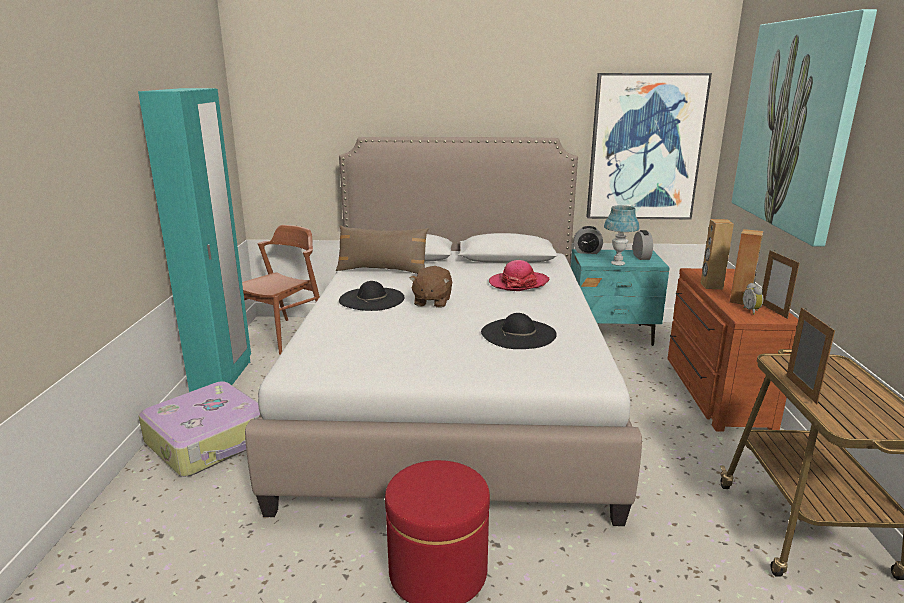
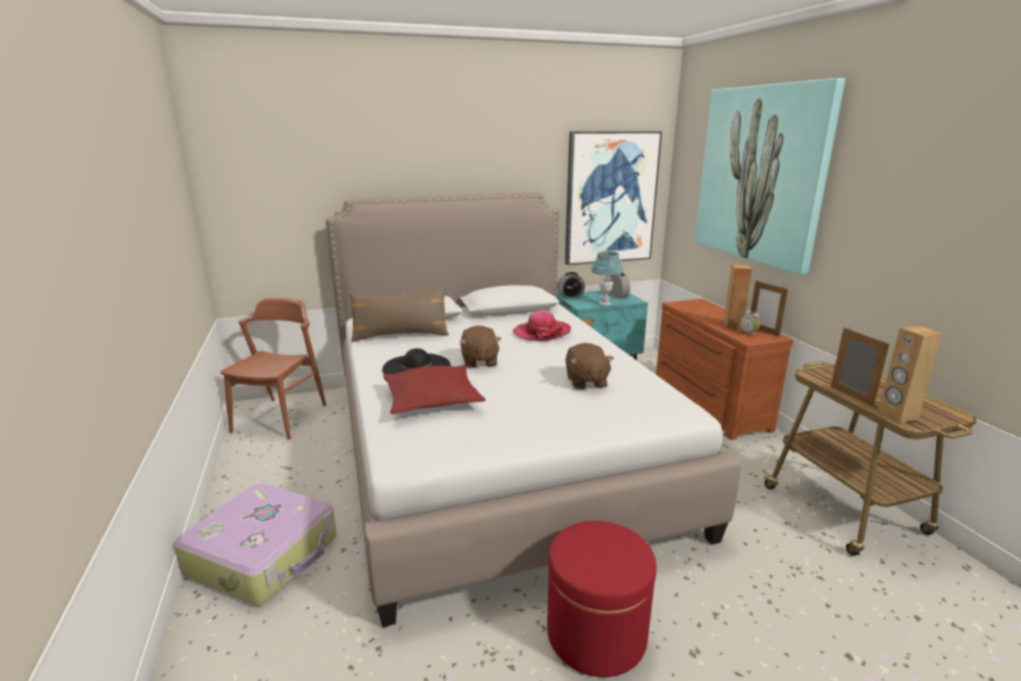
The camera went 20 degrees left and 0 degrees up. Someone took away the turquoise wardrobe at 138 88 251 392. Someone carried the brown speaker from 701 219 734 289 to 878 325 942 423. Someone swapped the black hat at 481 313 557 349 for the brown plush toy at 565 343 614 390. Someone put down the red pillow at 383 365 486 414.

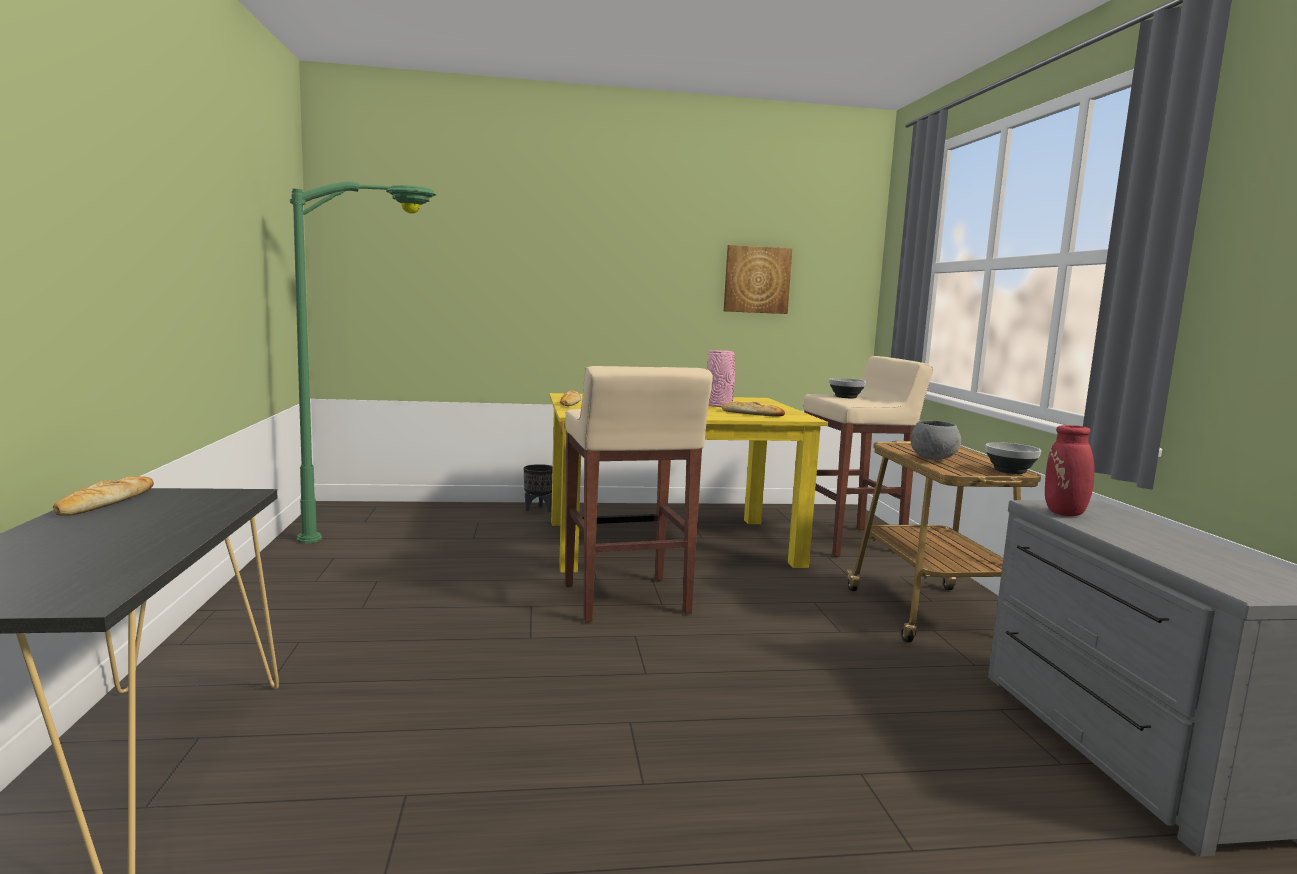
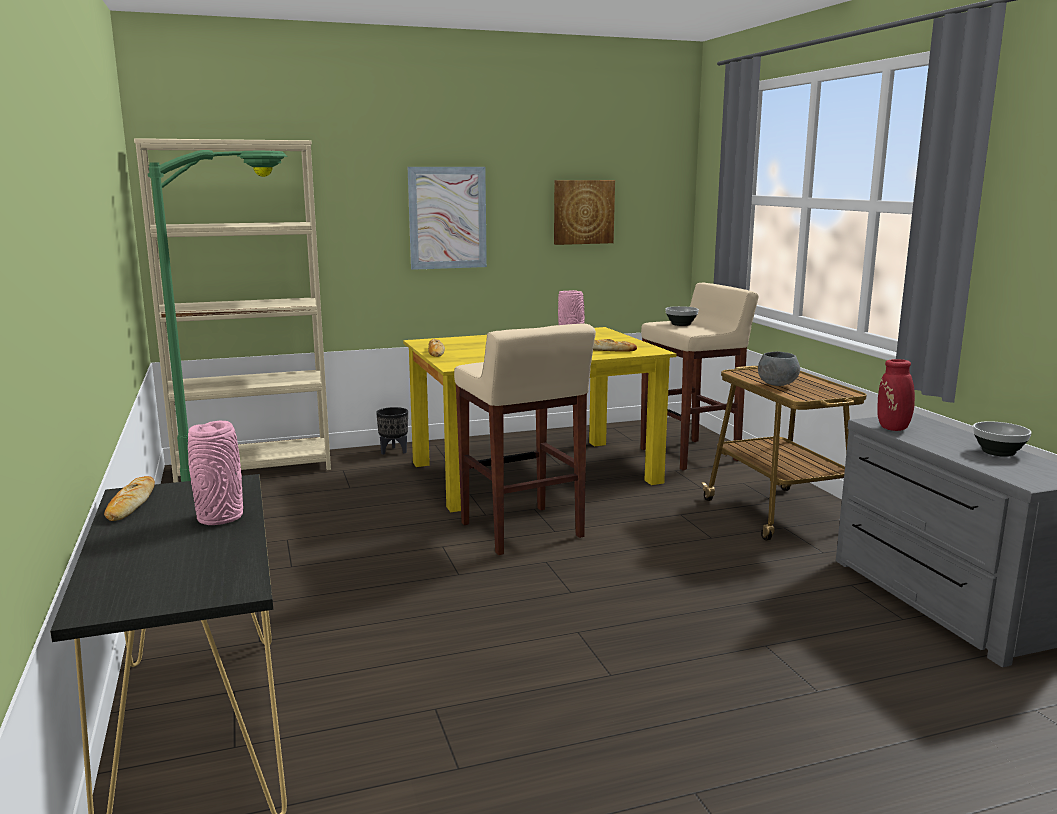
The camera went 10 degrees left and 5 degrees up. Someone carried the bowl from 986 442 1041 474 to 973 421 1032 457. Someone put down the beige bookcase at 134 138 331 483. Someone put up the picture at 408 167 487 270. Someone put down the pink vase at 188 421 243 525.

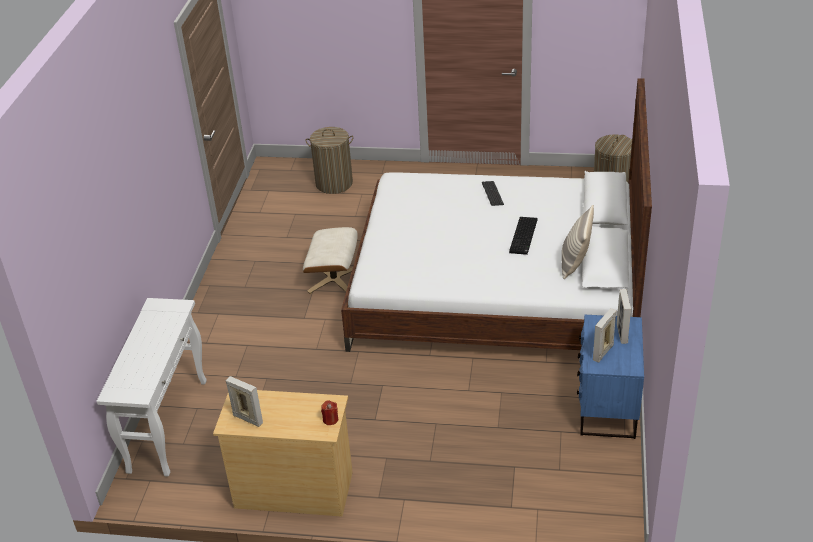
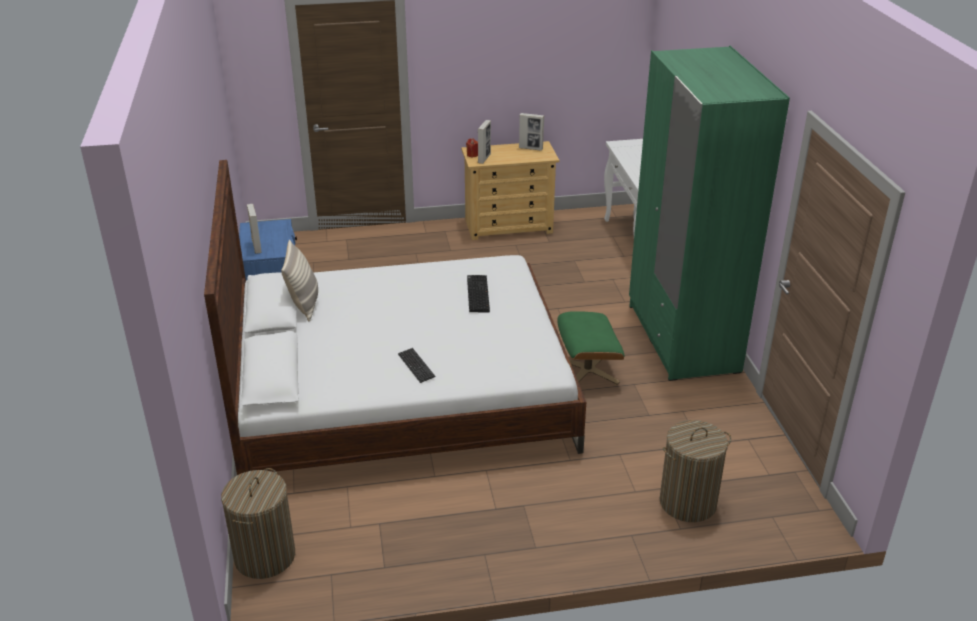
The camera went 160 degrees right and 5 degrees down. Someone carried the keyboard from 509 217 537 255 to 467 275 490 312. Someone repainted the beige ottoman at 303 227 358 294, which became the green ottoman at 557 311 625 385. Someone carried the picture frame from 593 308 617 363 to 478 120 491 164. Someone put down the green wardrobe at 629 46 790 381.

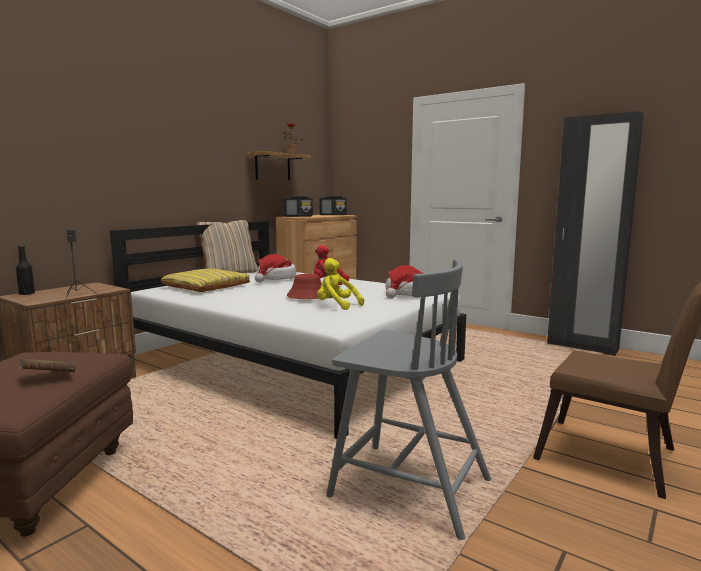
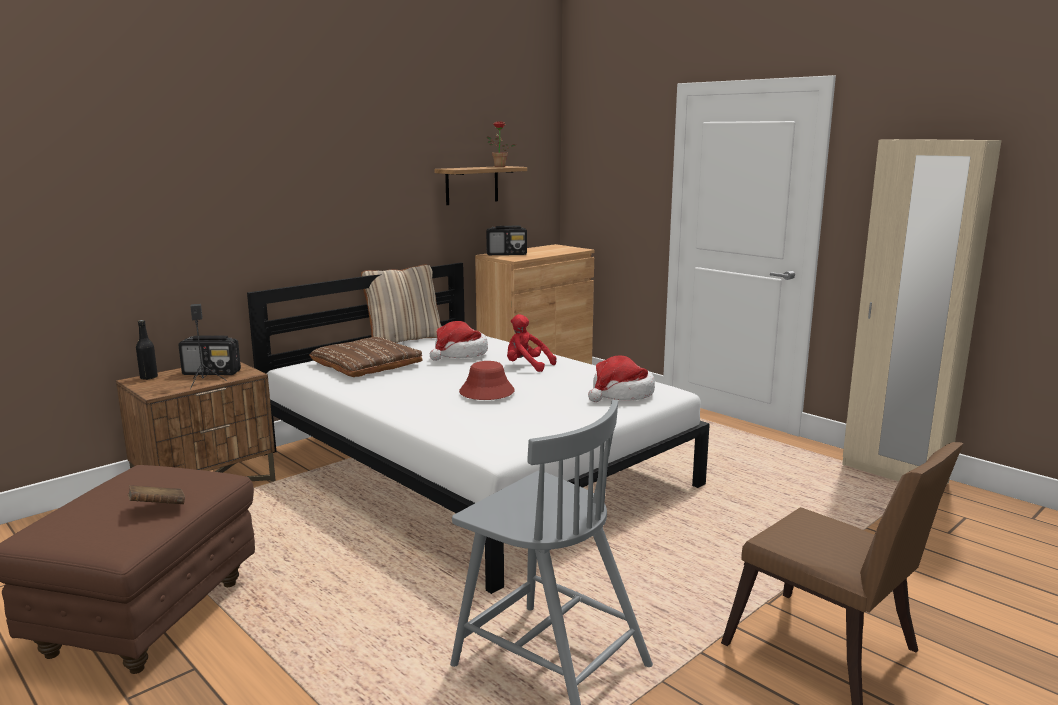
The camera went 10 degrees right and 5 degrees up. Someone repainted the black wardrobe at 547 111 644 356, which became the beige wardrobe at 842 139 1001 484. Someone carried the radio from 319 196 347 215 to 178 335 241 375. Someone took away the yellow plush toy at 317 258 364 310. Someone repainted the yellow pillow at 160 269 250 292, which became the brown pillow at 310 337 423 377.

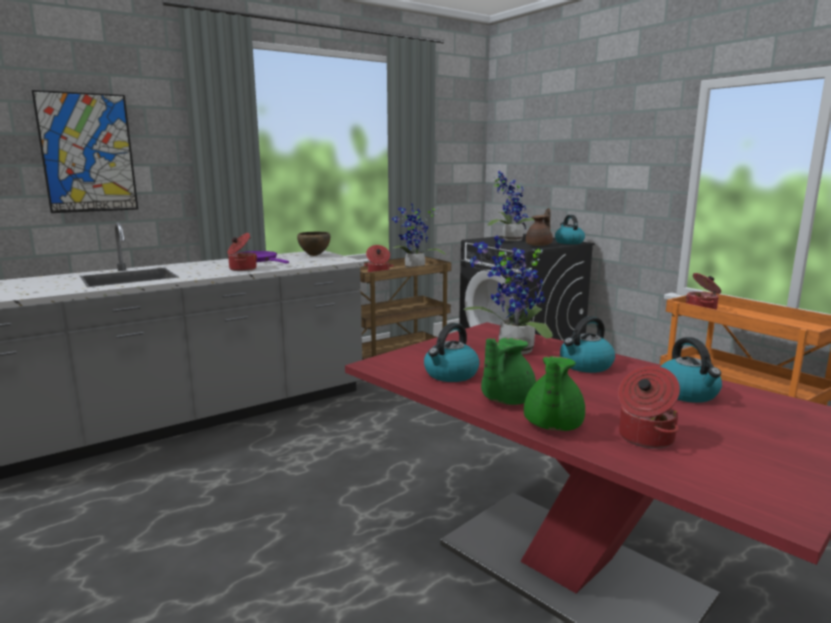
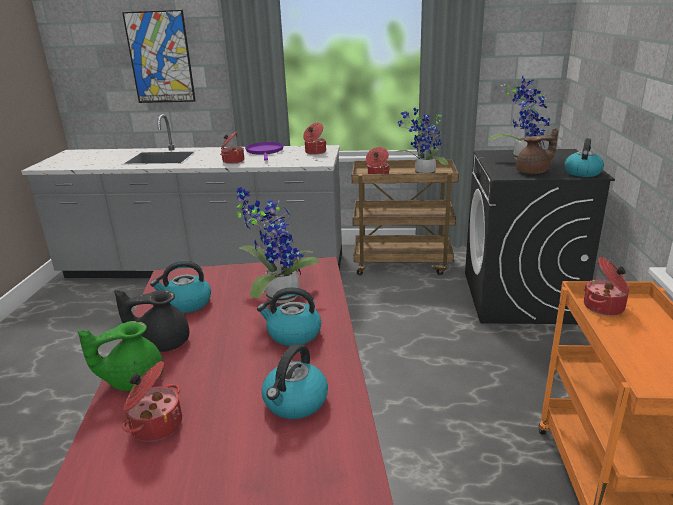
The camera went 40 degrees right and 10 degrees up. Someone swapped the brown bowl at 297 232 330 256 for the cooking pot at 303 123 326 155. Someone repainted the green teapot at 481 338 536 405, which became the black teapot at 114 290 189 352.

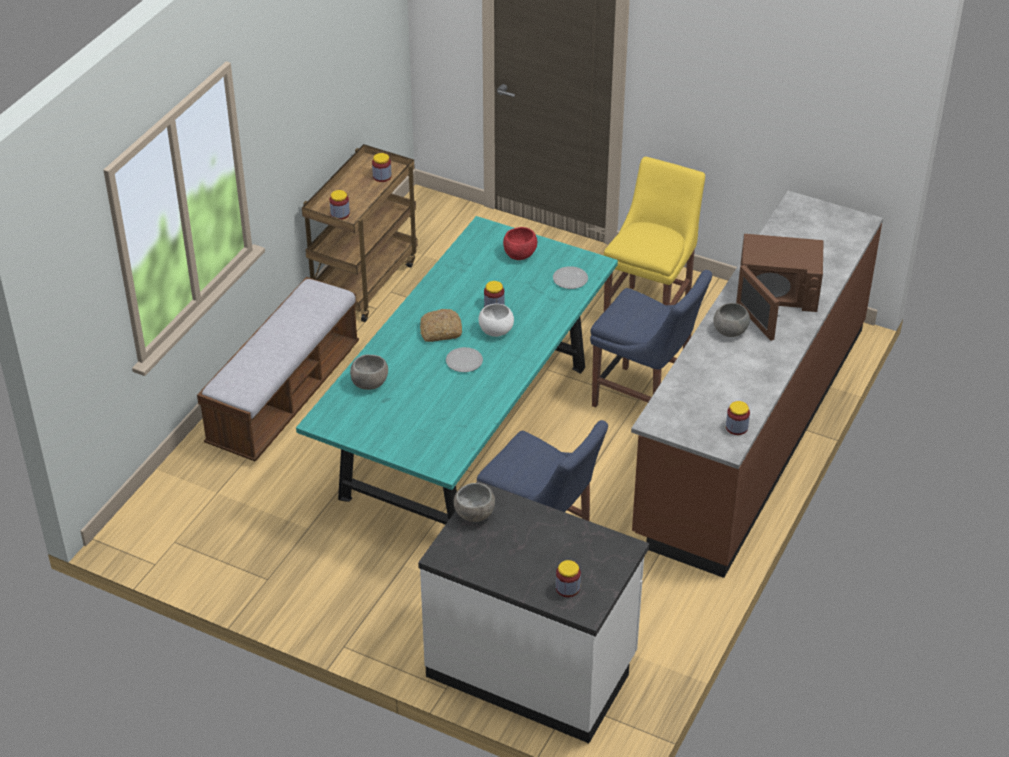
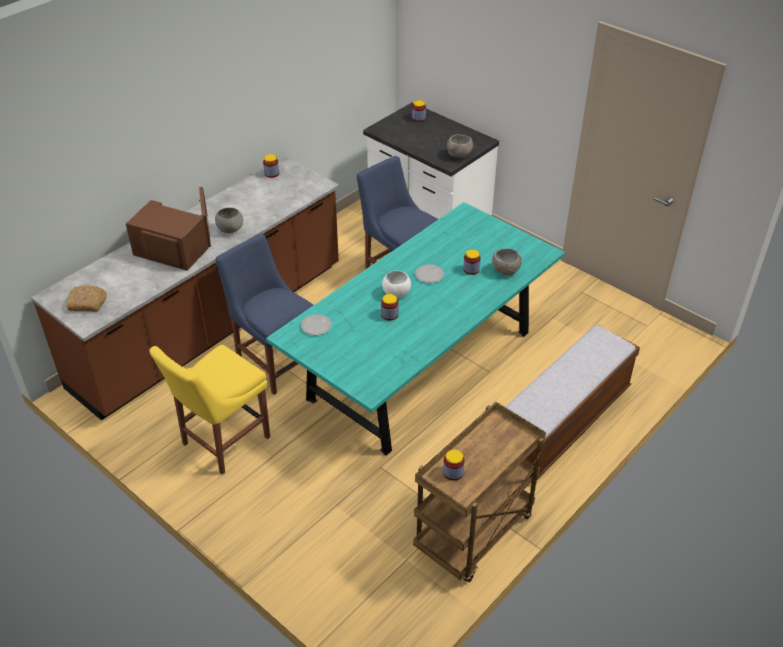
The camera went 165 degrees left and 0 degrees up. Someone carried the jar from 329 190 350 220 to 463 249 481 275. Someone took away the red bowl at 503 227 537 260. Someone carried the bread from 420 309 462 342 to 67 285 107 312.

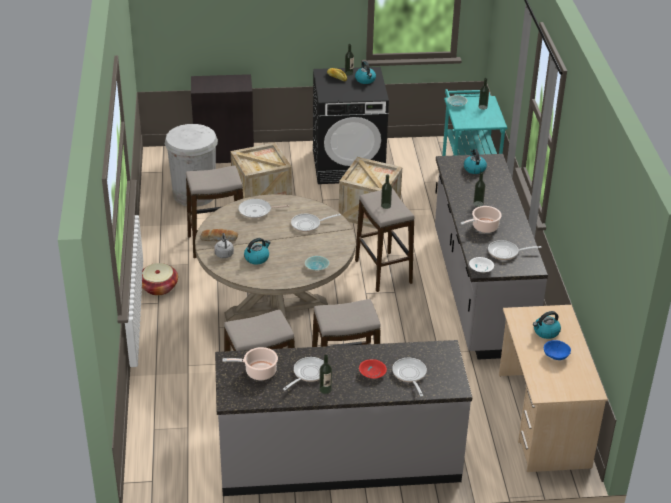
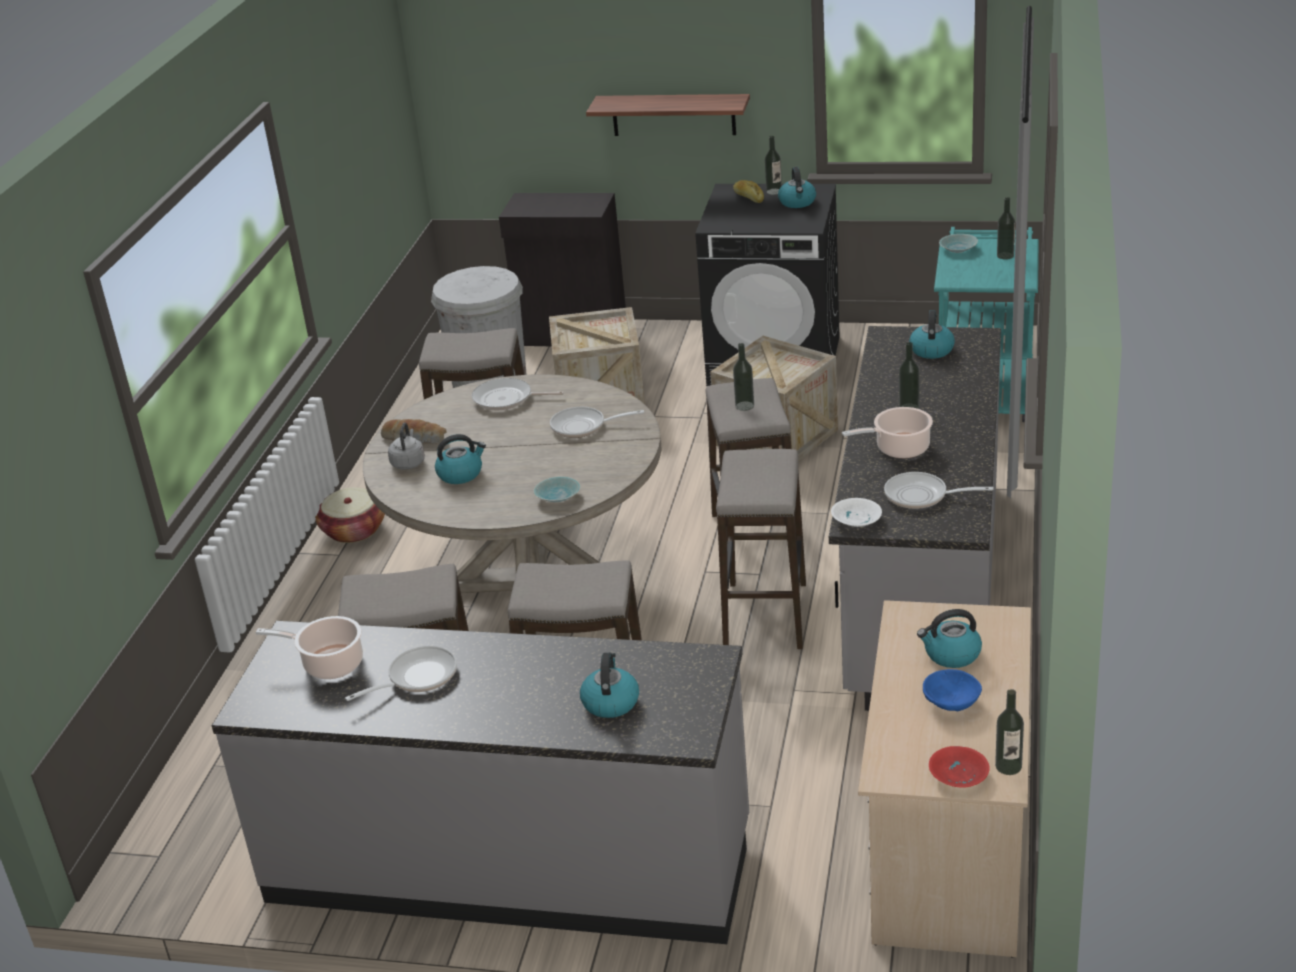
The camera went 20 degrees right and 5 degrees down. Someone carried the bottle from 319 355 332 394 to 995 689 1024 775. Someone swapped the frying pan at 392 358 427 397 for the kettle at 580 653 639 718. Someone carried the red bowl from 359 359 387 379 to 929 746 990 788. Someone put up the shelf at 586 94 750 136. Someone put down the stool at 716 449 806 649.

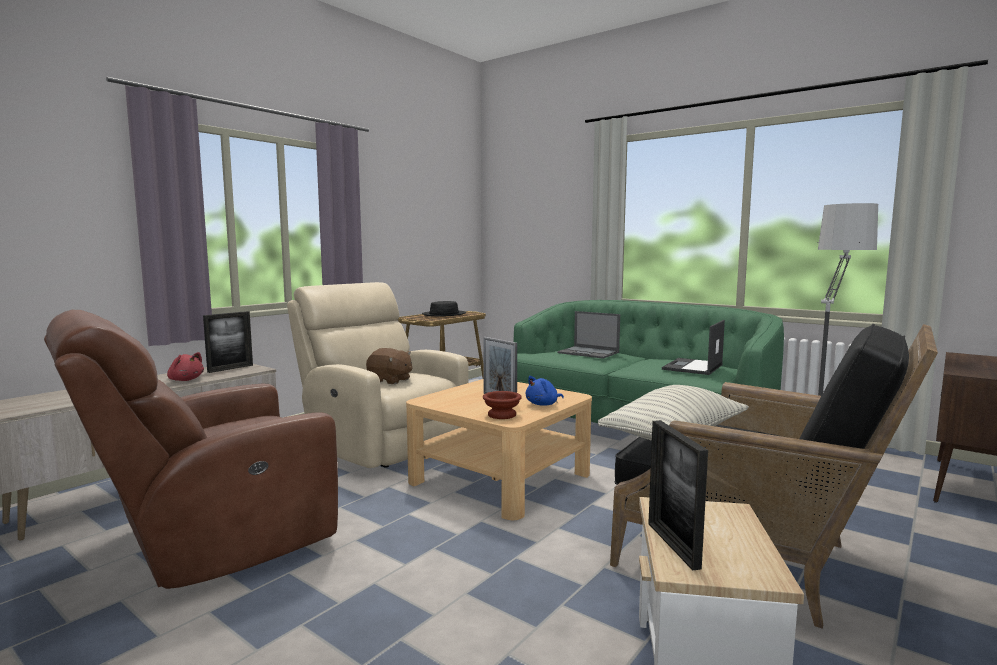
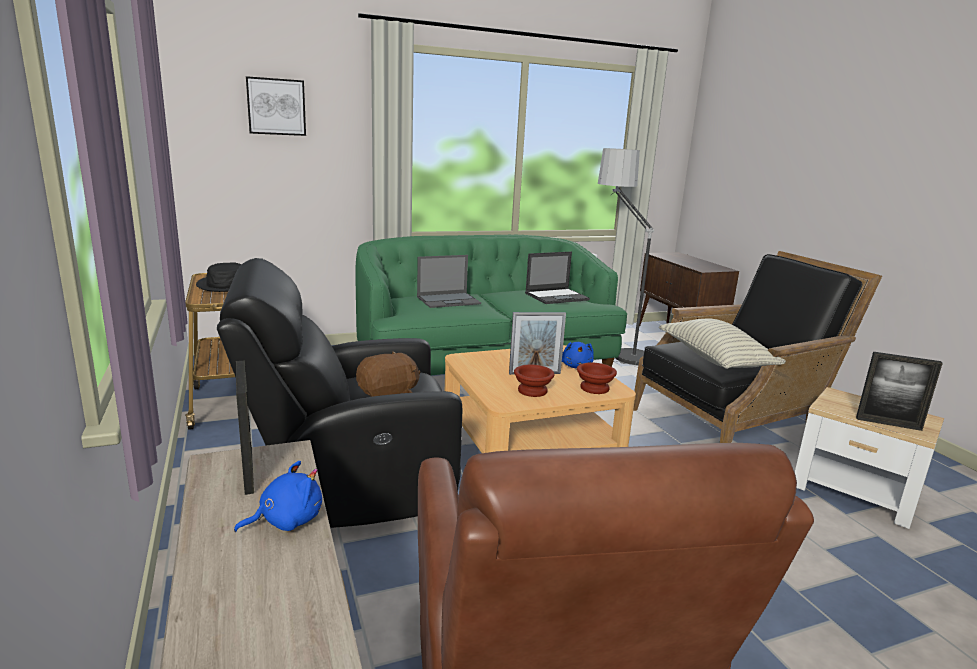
The camera went 60 degrees left and 10 degrees up. Someone repainted the beige armchair at 287 282 469 468, which became the black armchair at 217 258 462 528. Someone rotated the laptop at 662 320 725 375 by 90 degrees counterclockwise. Someone repainted the red plush toy at 167 352 204 381, which became the blue plush toy at 234 461 322 532. Someone put up the picture at 246 76 306 136. Someone put down the brown bowl at 514 365 554 397.

